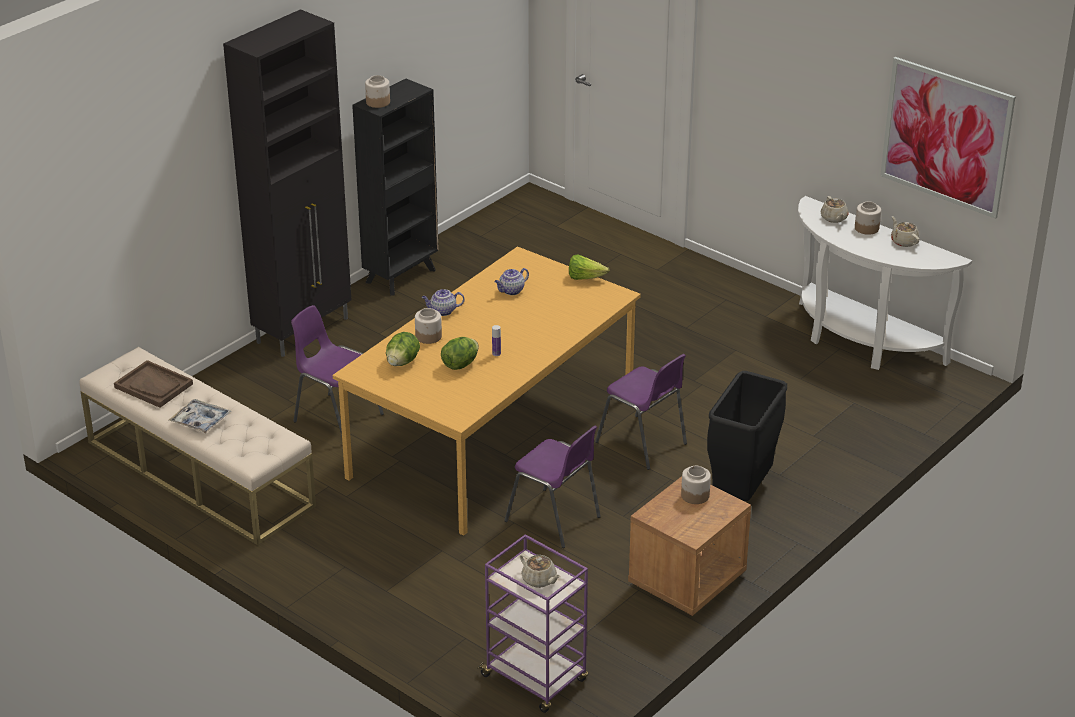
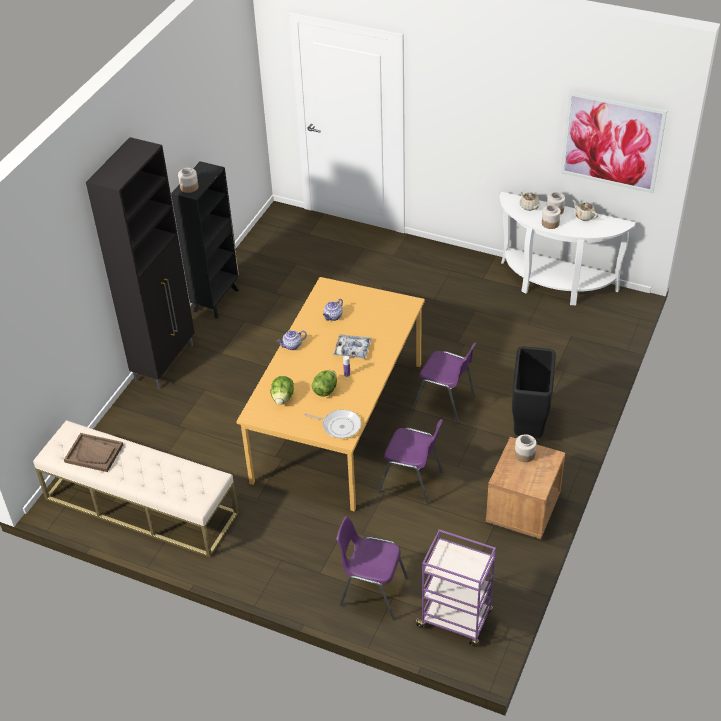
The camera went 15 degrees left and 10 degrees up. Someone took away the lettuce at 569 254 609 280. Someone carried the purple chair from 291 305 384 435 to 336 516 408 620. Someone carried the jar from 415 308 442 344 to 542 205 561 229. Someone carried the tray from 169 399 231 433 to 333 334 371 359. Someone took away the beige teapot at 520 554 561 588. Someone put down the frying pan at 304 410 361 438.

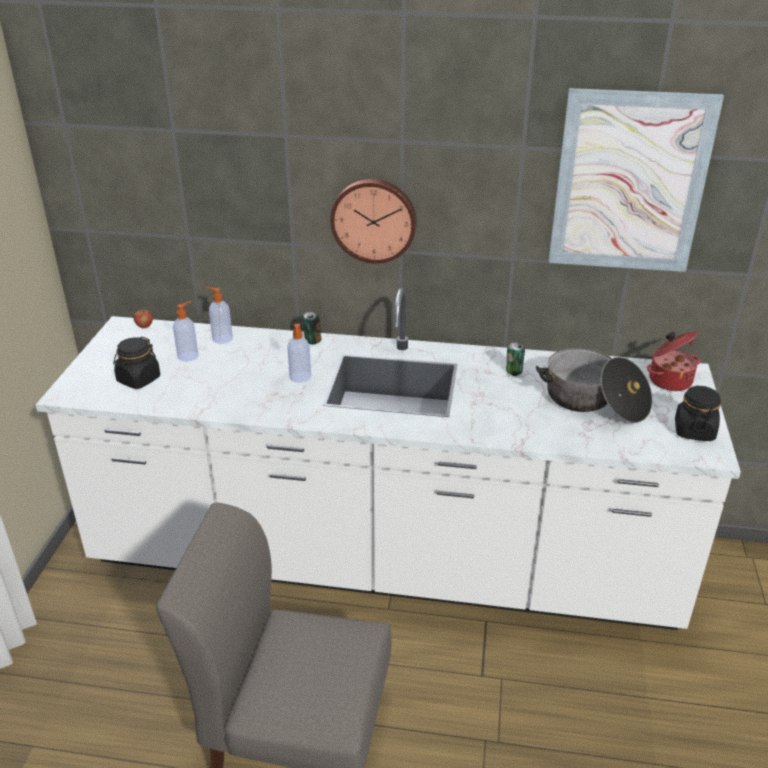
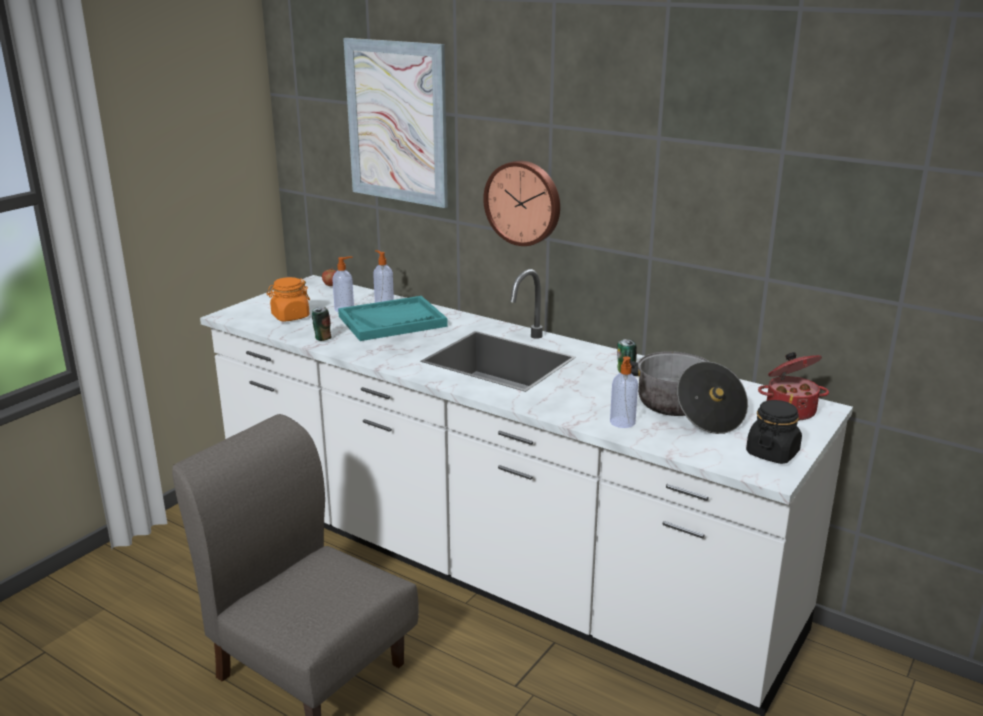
The camera went 25 degrees right and 10 degrees down. Someone carried the picture from 549 88 724 272 to 343 38 448 208. Someone carried the can from 303 312 321 344 to 312 307 331 341. Someone carried the soap dispenser from 287 324 311 383 to 610 356 638 428. Someone repainted the black jar at 113 337 160 389, which became the orange jar at 267 277 310 322. Someone put down the turquoise tray at 338 296 448 341.

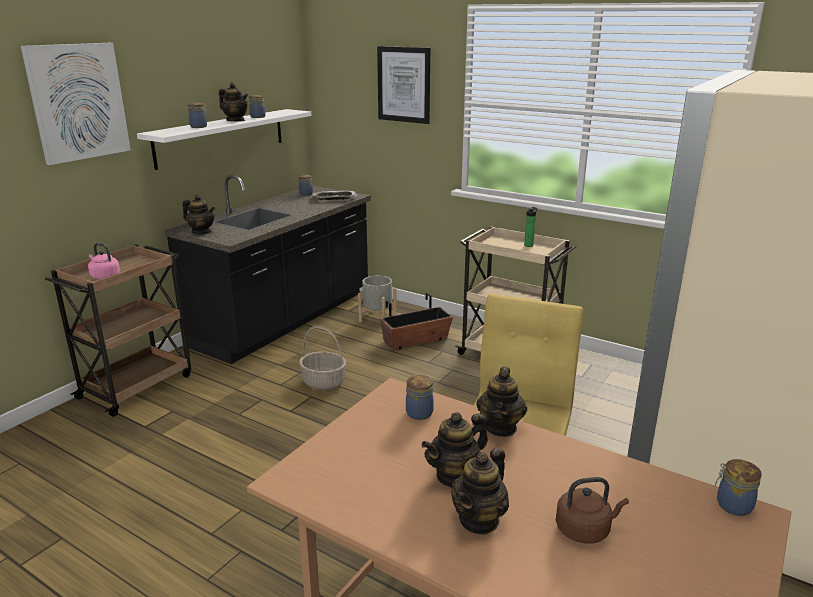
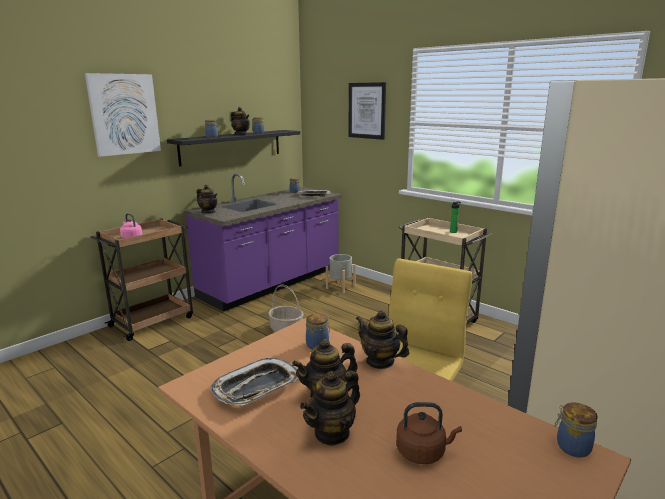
The camera went 10 degrees right and 5 degrees down. Someone repainted the white shelf at 137 109 311 170, which became the black shelf at 167 130 300 166. Someone repainted the black counter at 165 175 371 364, which became the purple counter at 184 173 342 312. Someone took away the planter at 380 293 453 350. Someone rotated the teapot at 476 367 527 437 by 105 degrees clockwise. Someone put down the tray at 210 358 298 405.

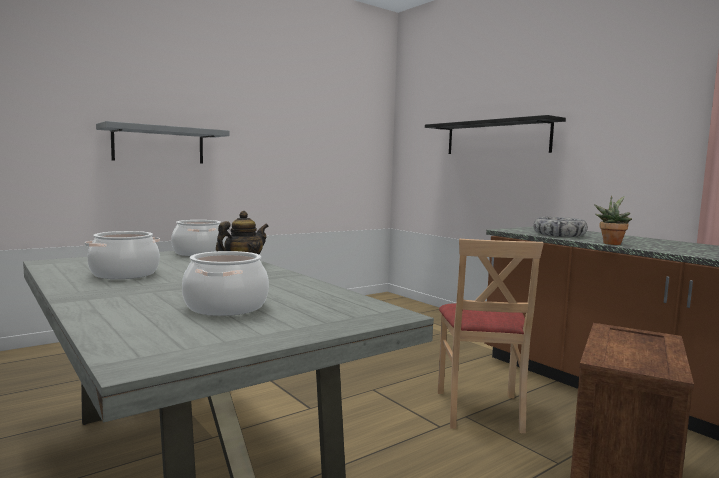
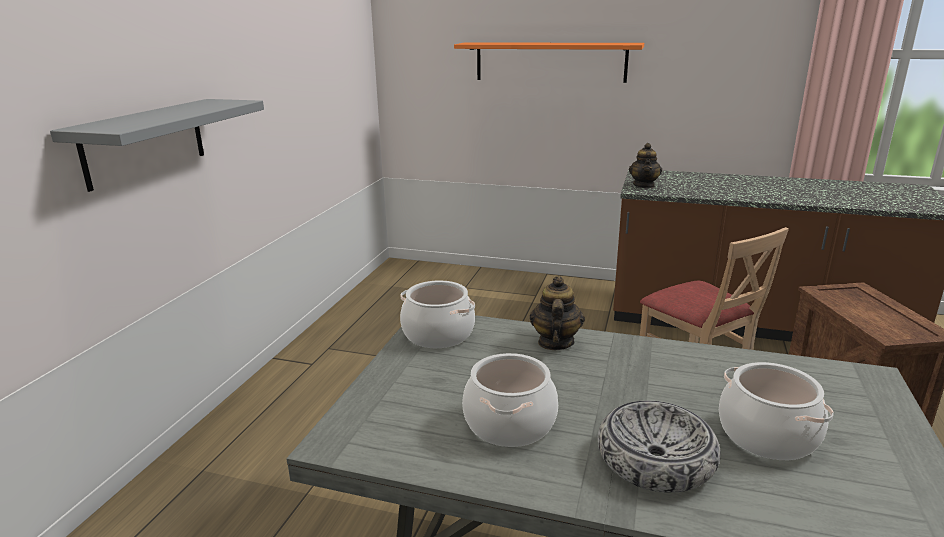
The camera went 35 degrees left and 15 degrees up. Someone repainted the black shelf at 425 115 566 154, which became the orange shelf at 454 42 644 83. Someone took away the potted plant at 594 196 632 245. Someone carried the bowl from 533 217 588 237 to 598 401 721 493. Someone put down the teapot at 629 143 662 188.

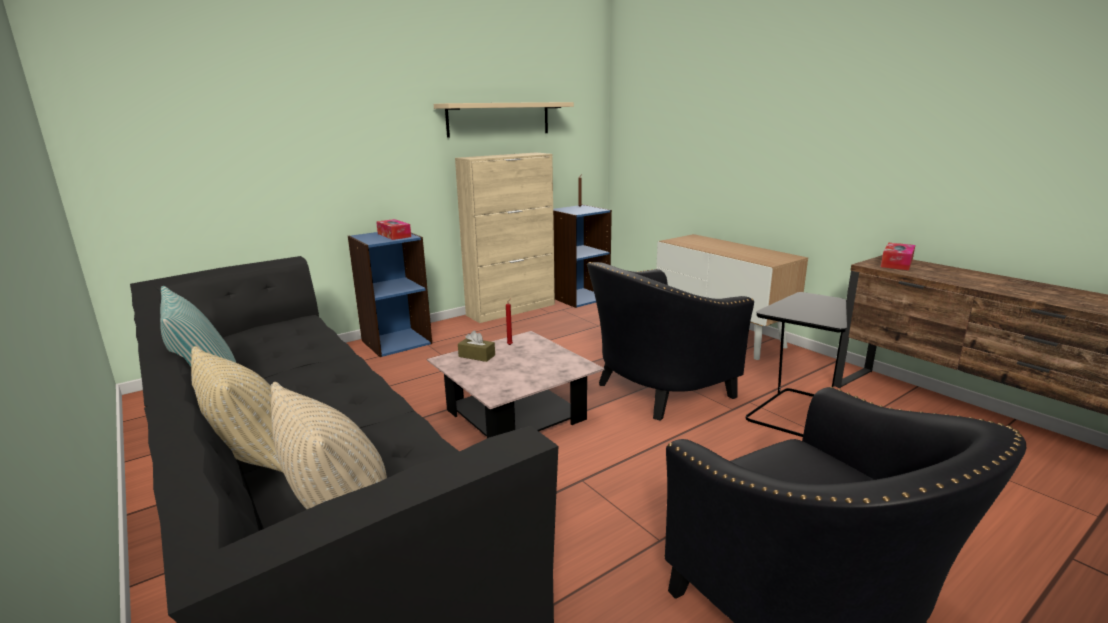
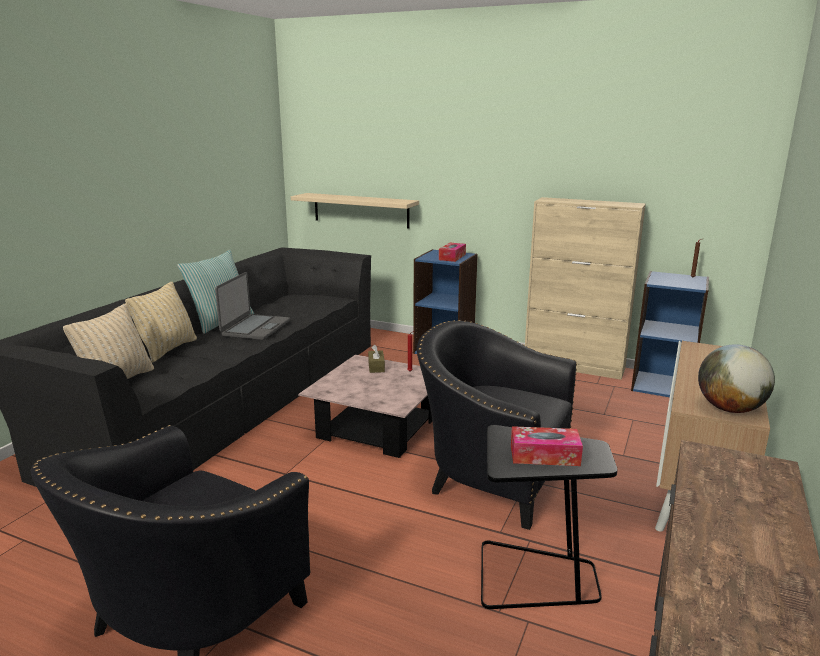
The camera went 60 degrees right and 0 degrees up. Someone carried the beige shelf from 434 102 574 138 to 291 193 419 228. Someone carried the tissue box from 881 242 915 270 to 511 426 583 466. Someone put down the laptop at 215 272 290 340. Someone put down the globe at 698 345 775 413.

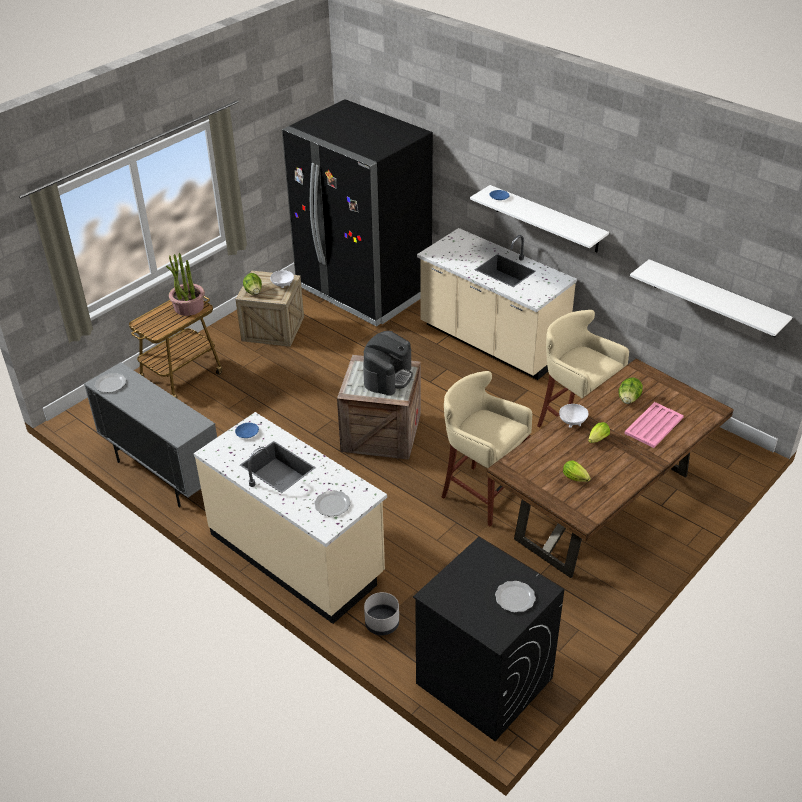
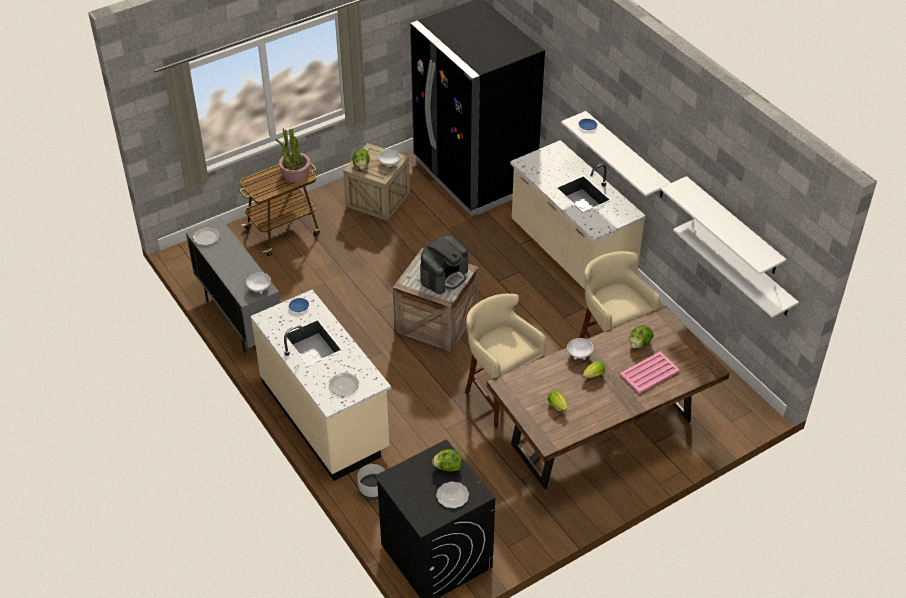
The camera went 15 degrees right and 5 degrees up. Someone put up the white shelf at 661 176 787 275. Someone put down the white bowl at 246 272 271 294. Someone put down the lettuce at 432 449 462 472.

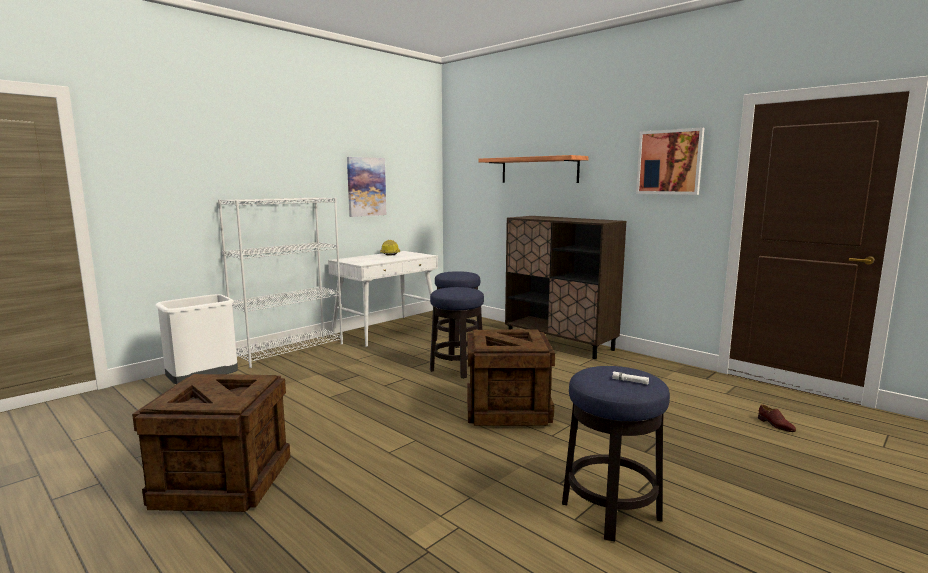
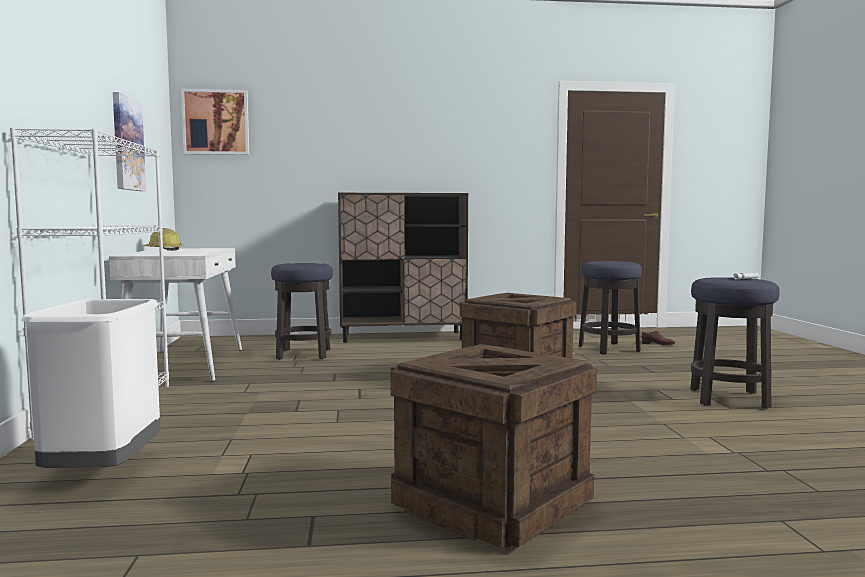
The camera went 50 degrees left and 5 degrees down. Someone carried the picture from 636 127 704 195 to 181 89 249 155. Someone took away the shelf at 479 155 589 183. Someone carried the stool from 430 287 484 378 to 579 261 642 355.

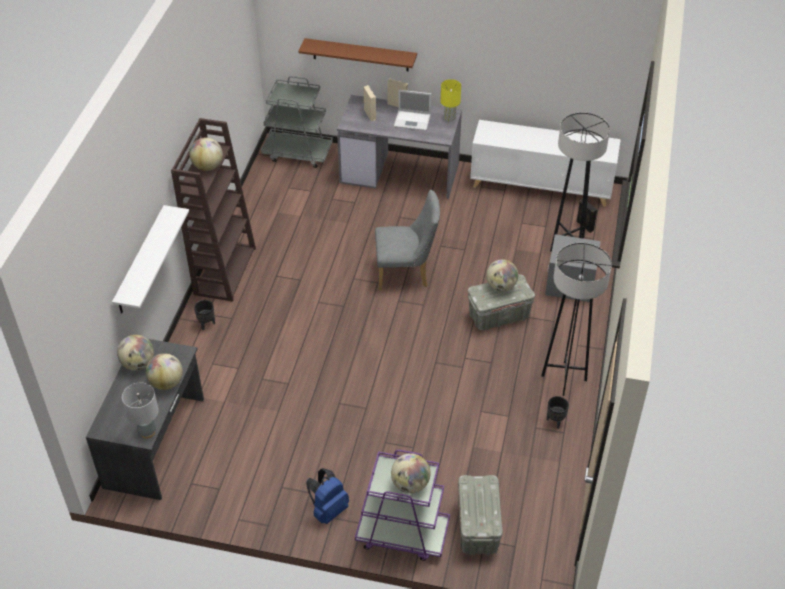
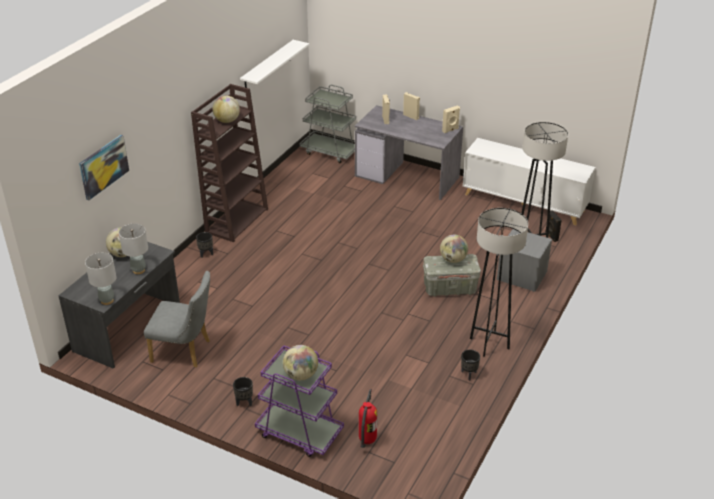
The camera went 15 degrees right and 10 degrees down. Someone took away the brown shelf at 298 38 417 71. Someone swapped the yellow table lamp at 441 79 461 122 for the beige speaker at 442 106 460 133. Someone took away the laptop at 394 90 431 131. Someone carried the grey chair from 375 190 440 290 to 144 271 210 368. Someone carried the white shelf from 112 205 189 314 to 240 40 309 88. Someone swapped the globe at 146 353 183 390 for the grey table lamp at 119 224 148 274. Someone swapped the blue backpack at 306 468 349 524 for the black planter at 233 377 253 406. Someone swapped the grey storage box at 458 475 503 555 for the fire extinguisher at 359 389 377 448. Someone put up the picture at 79 135 129 200.

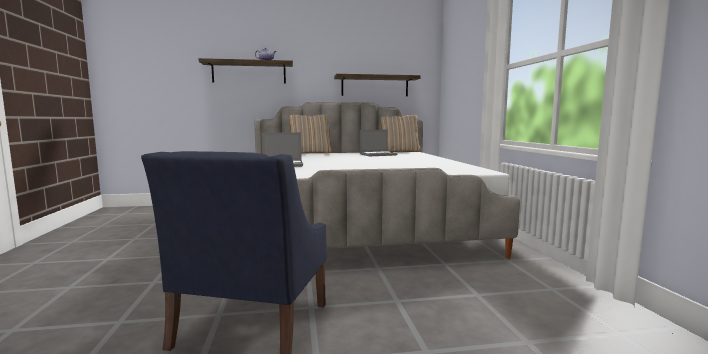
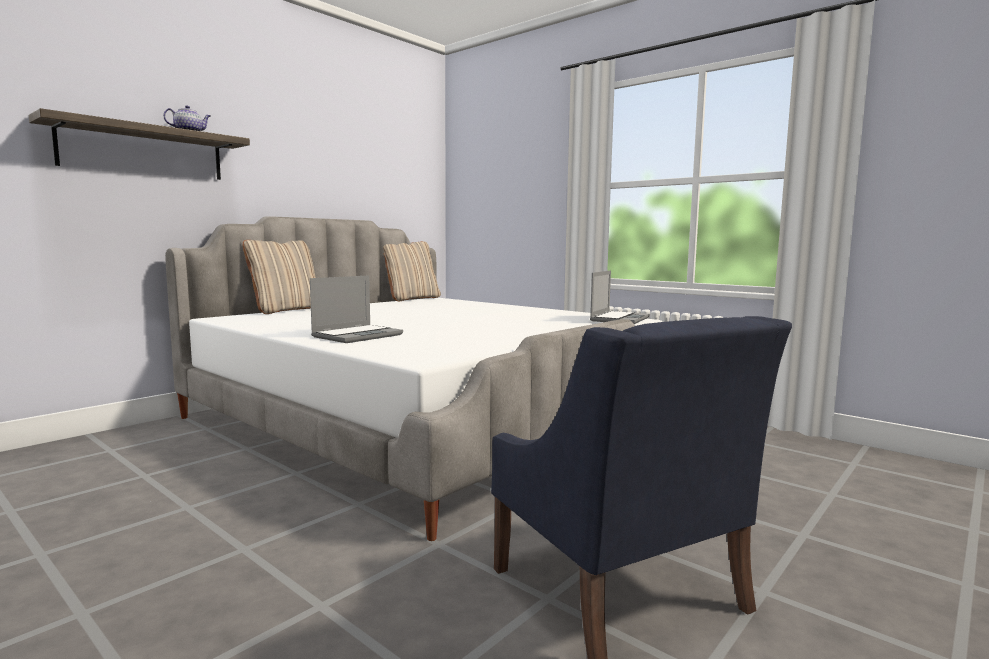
The camera went 40 degrees left and 0 degrees up. Someone took away the shelf at 334 74 421 96. Someone carried the laptop from 360 130 397 156 to 590 270 650 324.

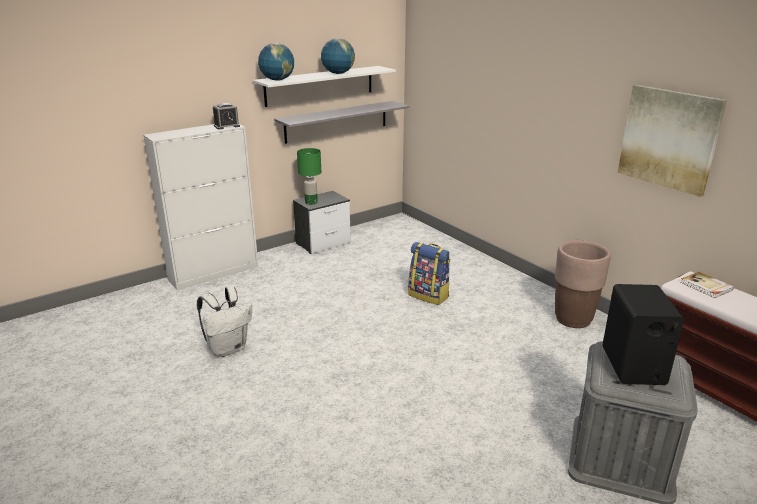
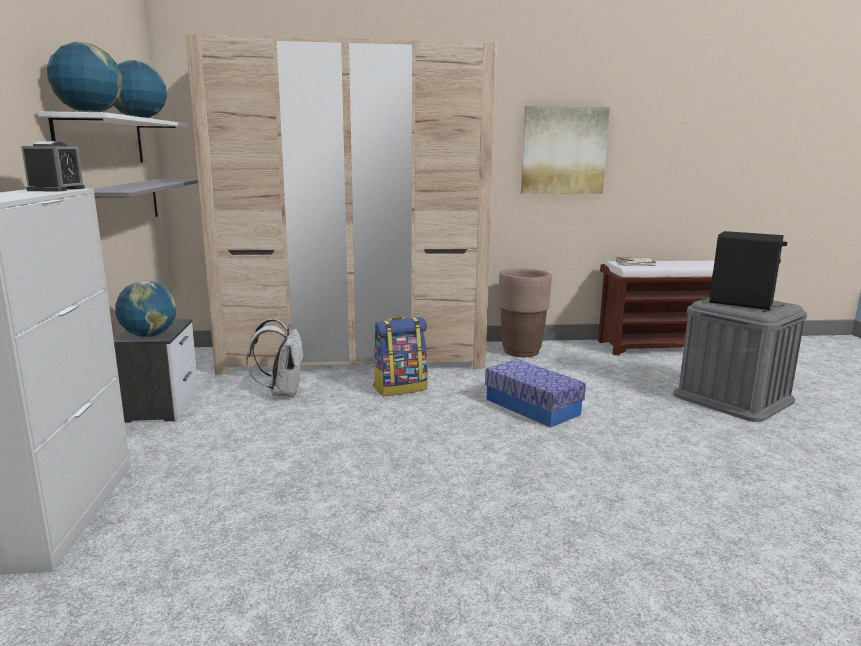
The camera went 60 degrees left and 10 degrees down. Someone swapped the green table lamp at 297 148 321 205 for the globe at 115 281 176 337. Someone carried the white backpack from 197 286 252 357 to 246 319 305 397. Someone put down the beige wardrobe at 185 34 497 375. Someone put down the storage box at 485 359 586 428.

